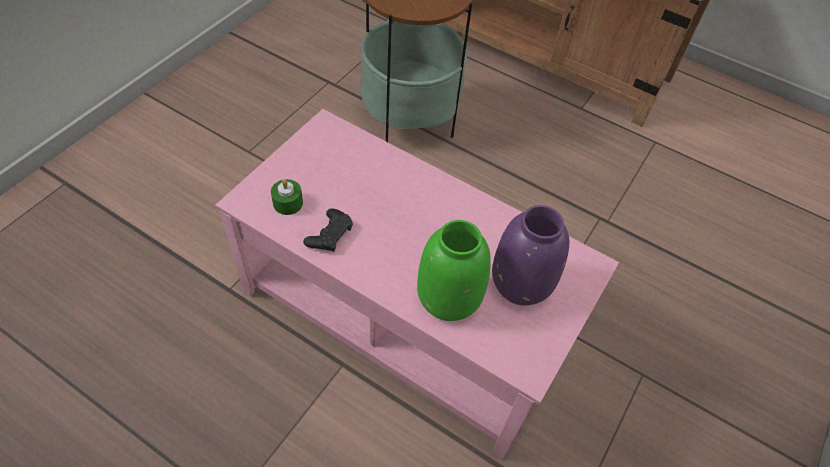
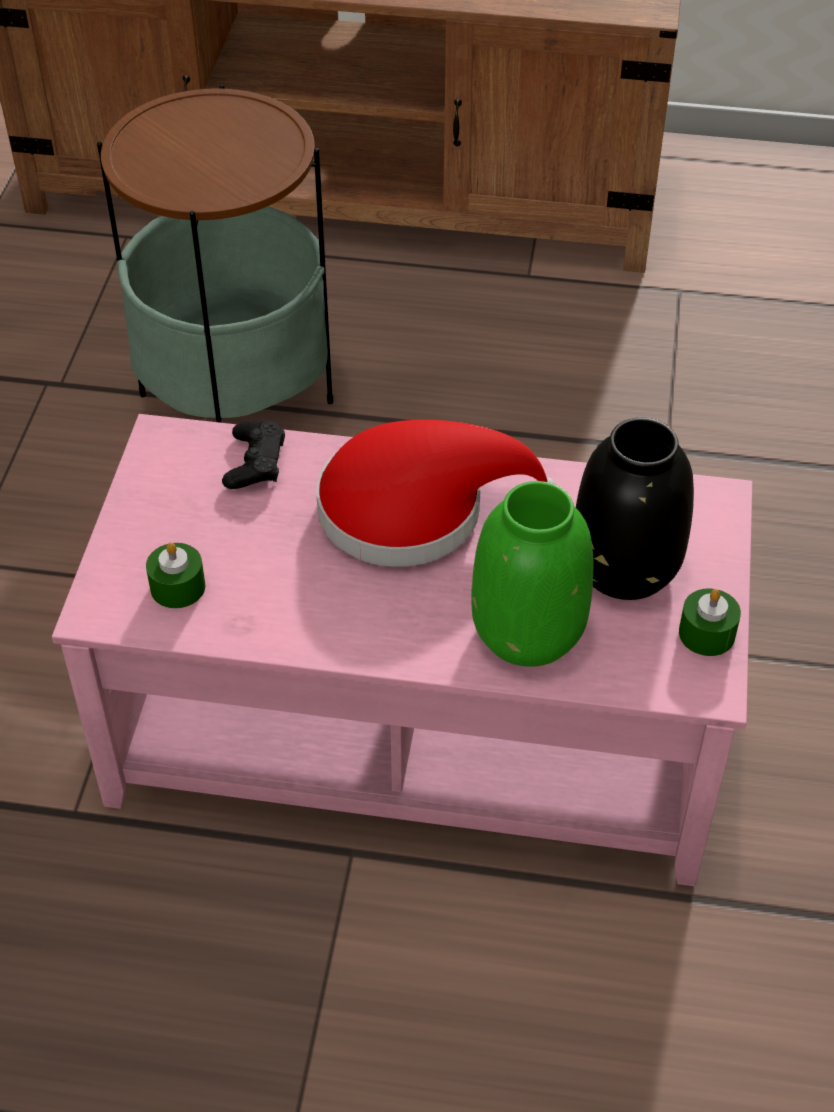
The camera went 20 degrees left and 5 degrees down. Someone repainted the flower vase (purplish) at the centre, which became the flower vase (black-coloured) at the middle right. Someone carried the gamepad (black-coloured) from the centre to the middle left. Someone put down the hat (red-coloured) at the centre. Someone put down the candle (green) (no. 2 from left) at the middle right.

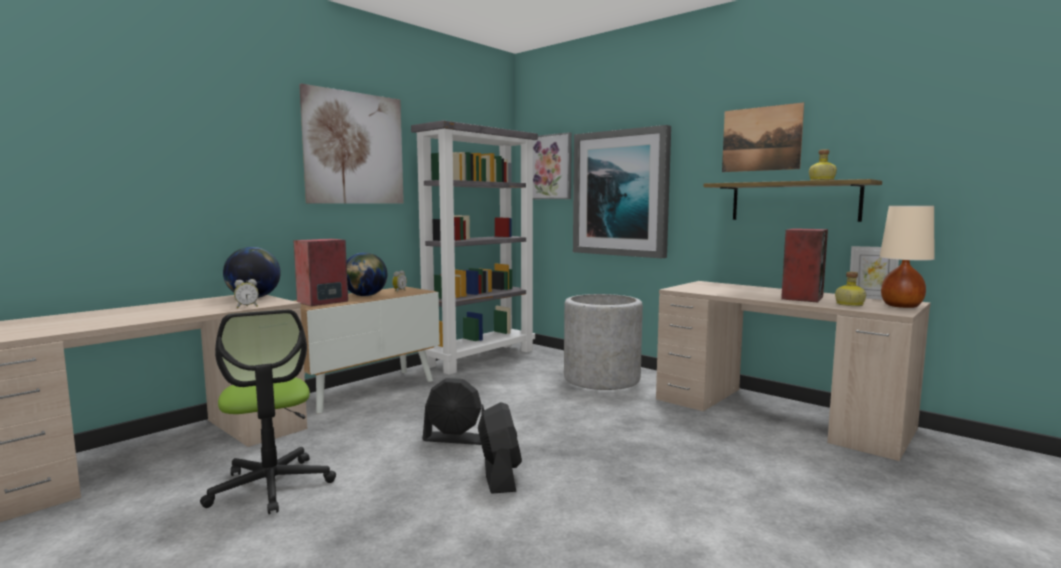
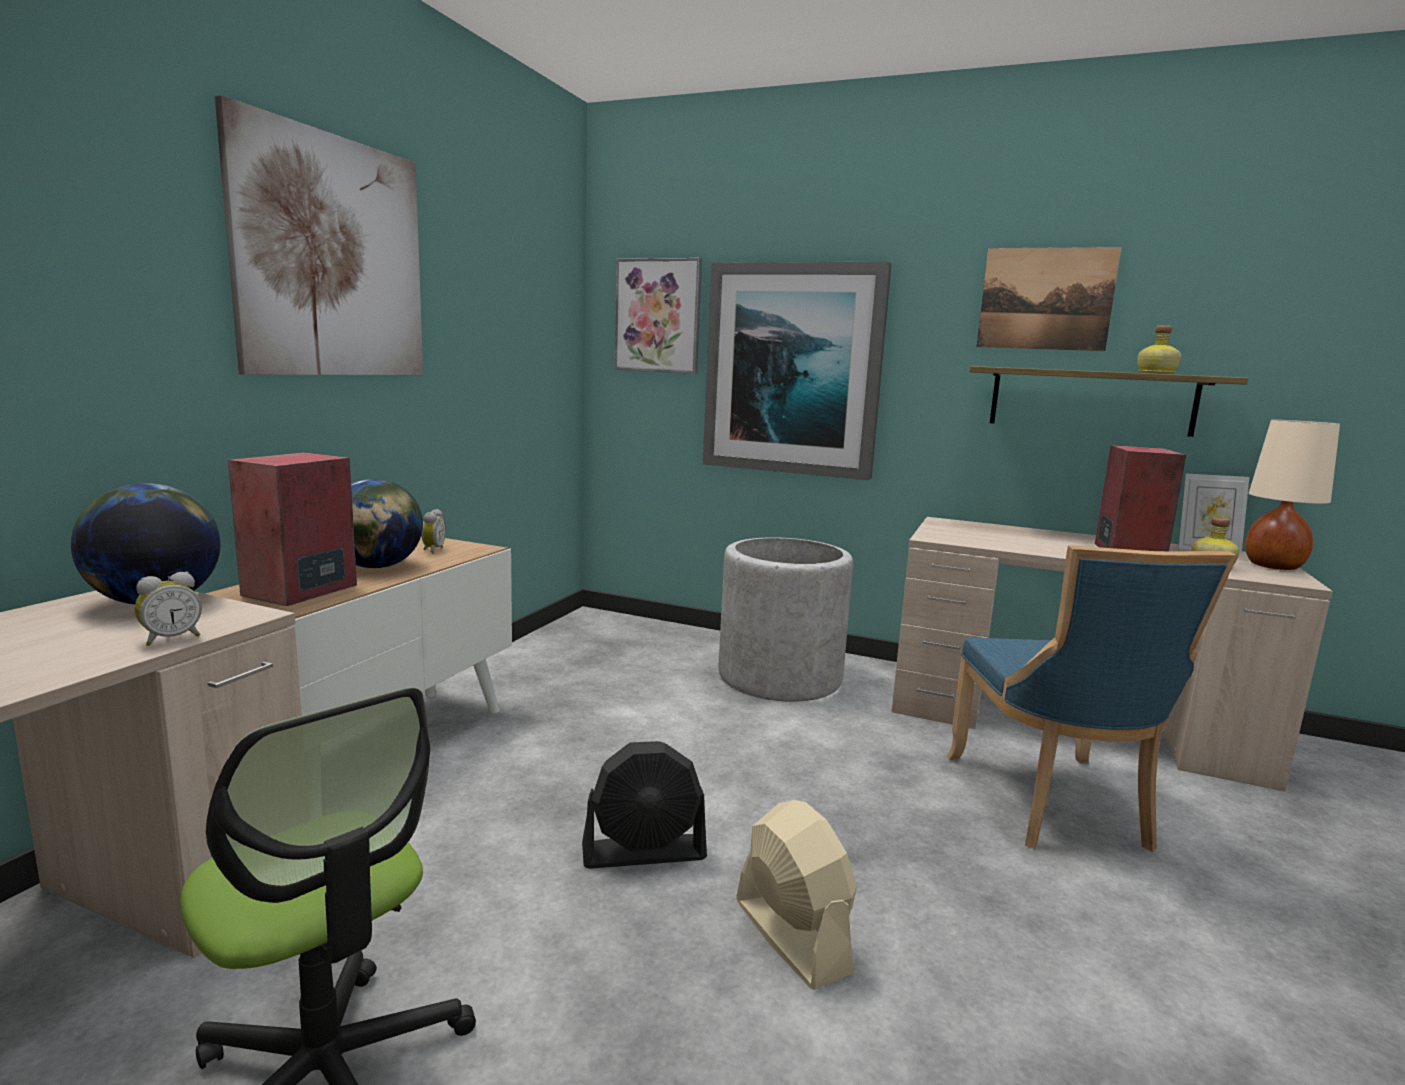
The camera went 20 degrees left and 5 degrees up. Someone took away the bookcase (gray) at the centre. Someone repainted the electric fan (black-coloured) (no. 2 from left) at the bottom centre, which became the electric fan (beige-coloured) at the bottom centre. Someone put down the upright chair (blue) at the middle right.

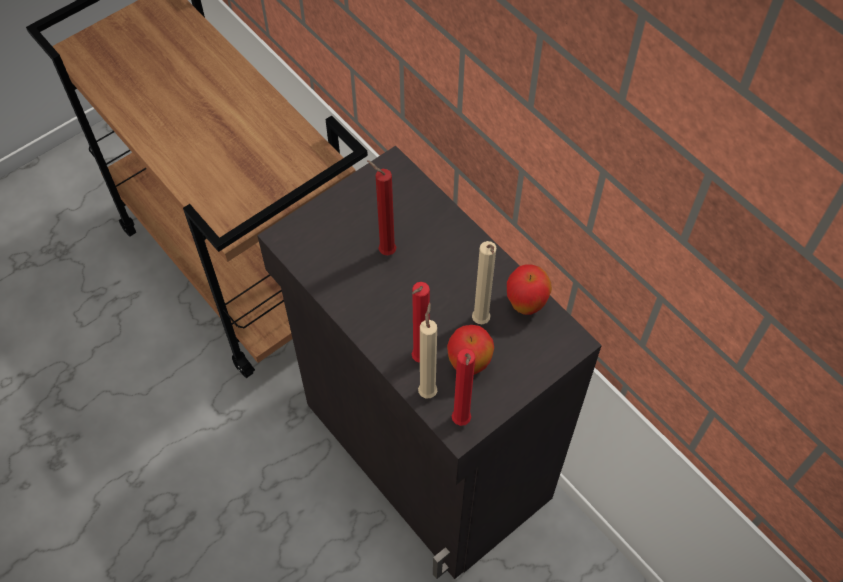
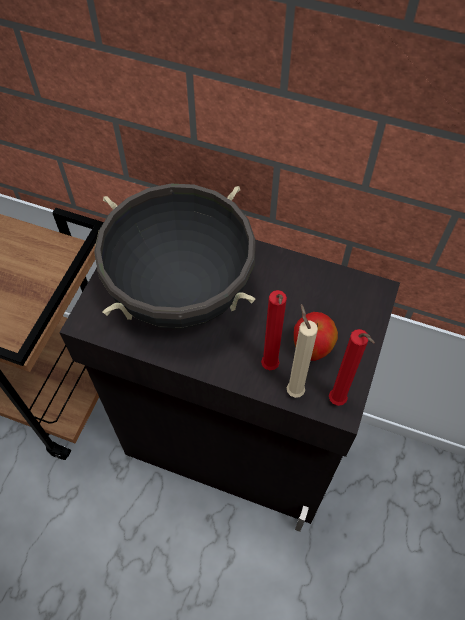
The camera went 30 degrees left and 0 degrees up. Someone swapped the candle (red-coloured) (no. 1 from left) at the centre for the saucepot (black-coloured) at the centre. Someone took away the candle (beige-coloured) (no. 2 from left) at the centre. Someone took away the apple fruit (no. 2 from left) at the centre.

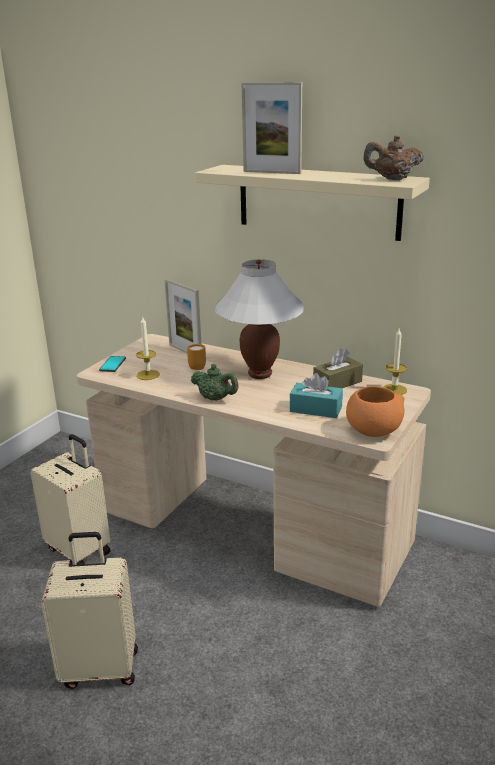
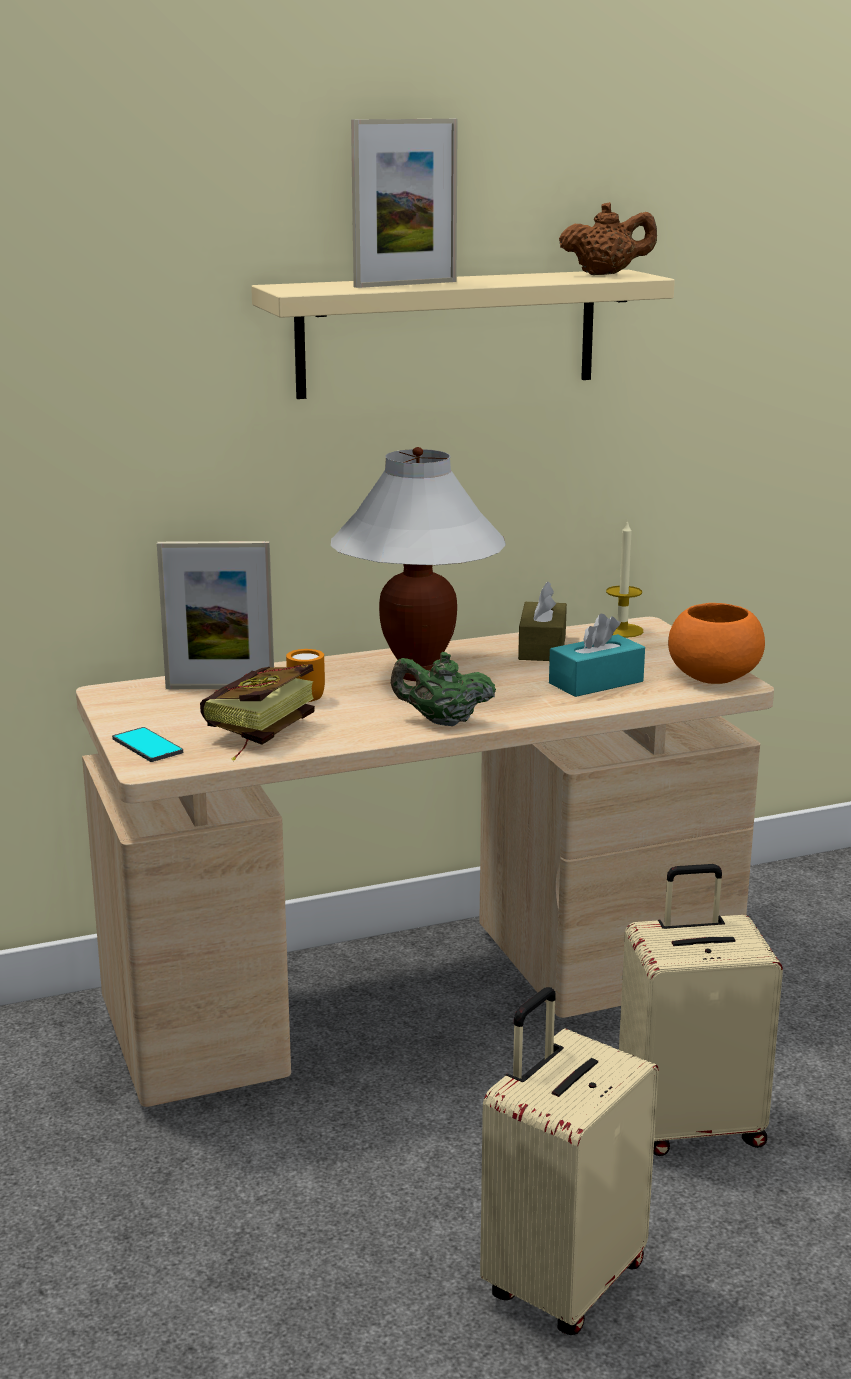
The camera went 50 degrees left and 5 degrees down. Someone rotated the tea pot (brown-coloured) at the top right by 135 degrees counterclockwise. Someone swapped the candle (no. 1 from left) at the middle left for the volume at the middle left. Someone rotated the tea pot (green) at the centre by 150 degrees counterclockwise. Someone carried the piece of luggage (beige-coloured) (no. 1 from left in the first image) from the middle left to the bottom right.

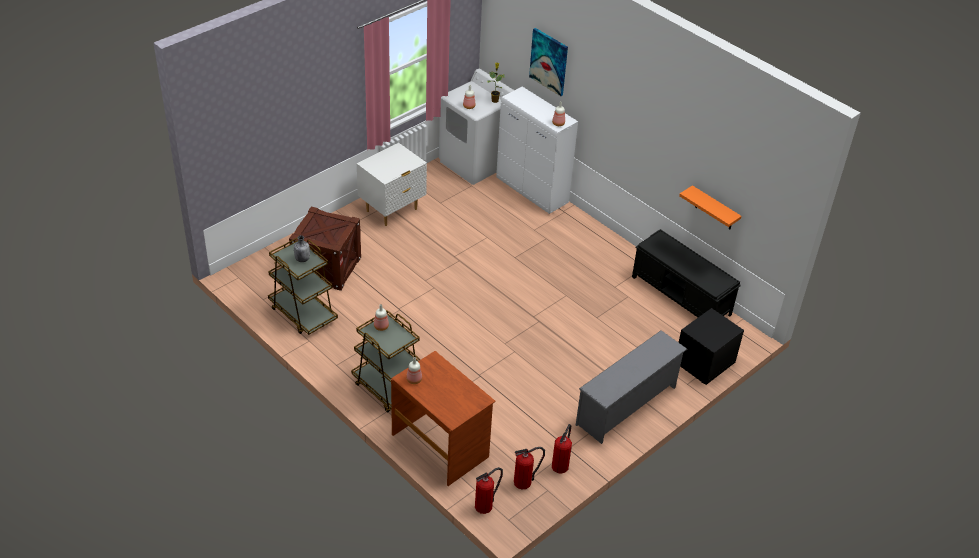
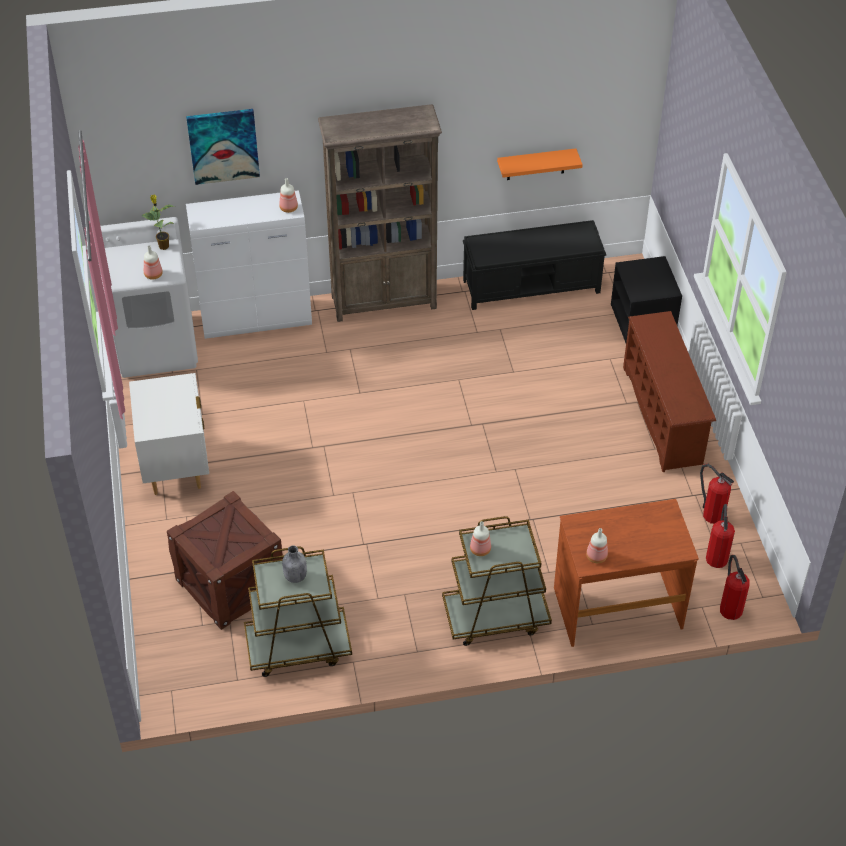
The camera went 55 degrees left and 5 degrees up. Someone repainted the shoe shelf (gray) at the bottom centre, which became the shoe shelf (brown-coloured) at the middle right. Someone put down the bookcase (brown-coloured) at the top centre.

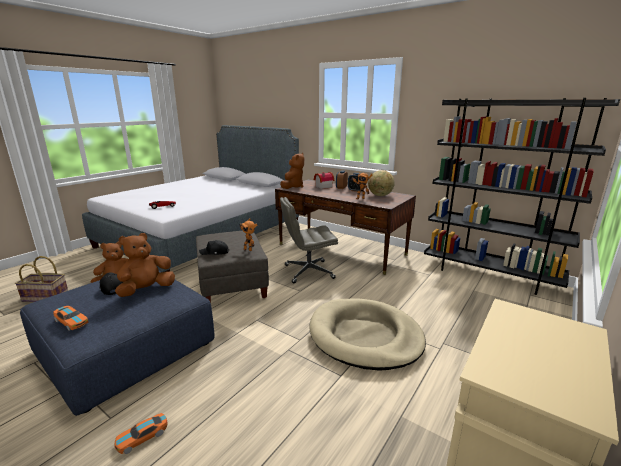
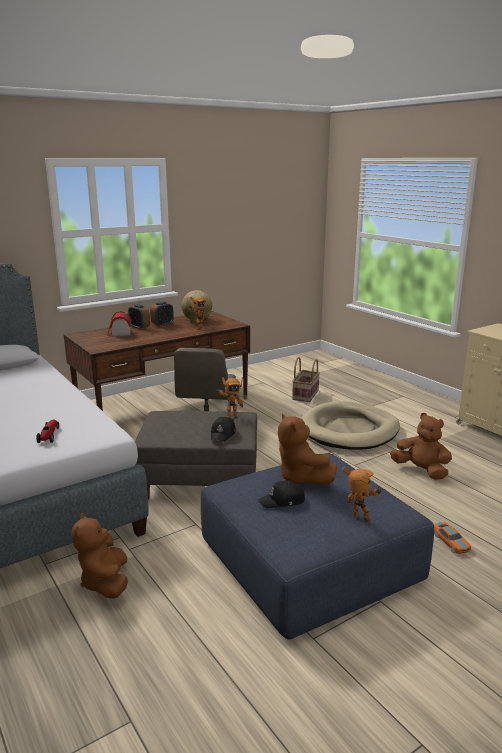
The camera went 70 degrees left and 0 degrees up. Someone took away the bookcase (black-coloured) at the middle right. Someone carried the cuddly toy (brown-coloured) (no. 3 from left) from the centre to the middle right. Someone carried the storage basket from the middle left to the centre. Someone swapped the model car (no. 1 from left) at the bottom left for the model robot (no. 3 from left) at the middle right.

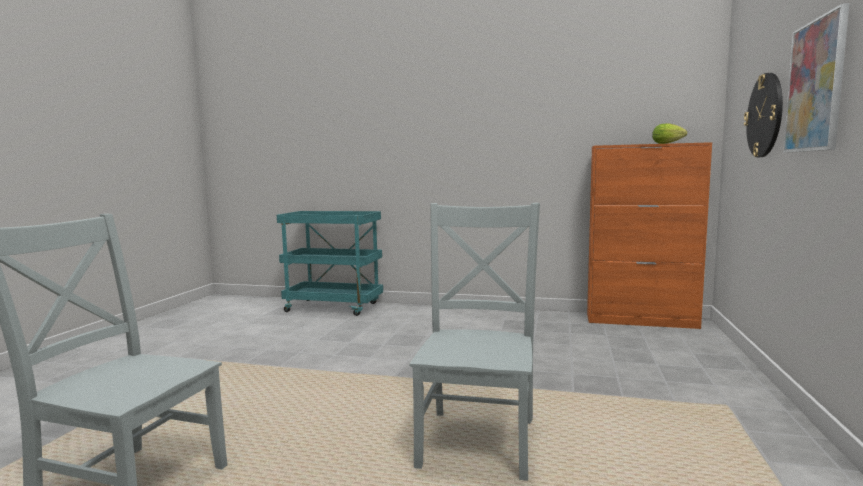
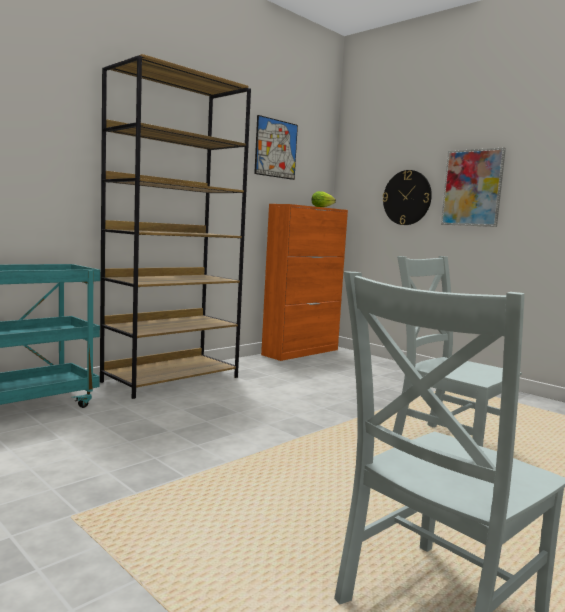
The camera went 60 degrees left and 0 degrees up. Someone put down the bookcase (brown-coloured) at the middle left. Someone put up the wall picture (no. 1 from left) at the top centre.

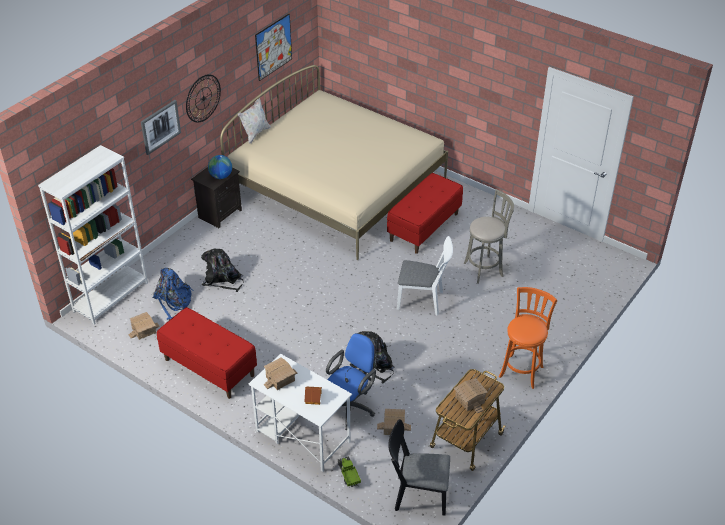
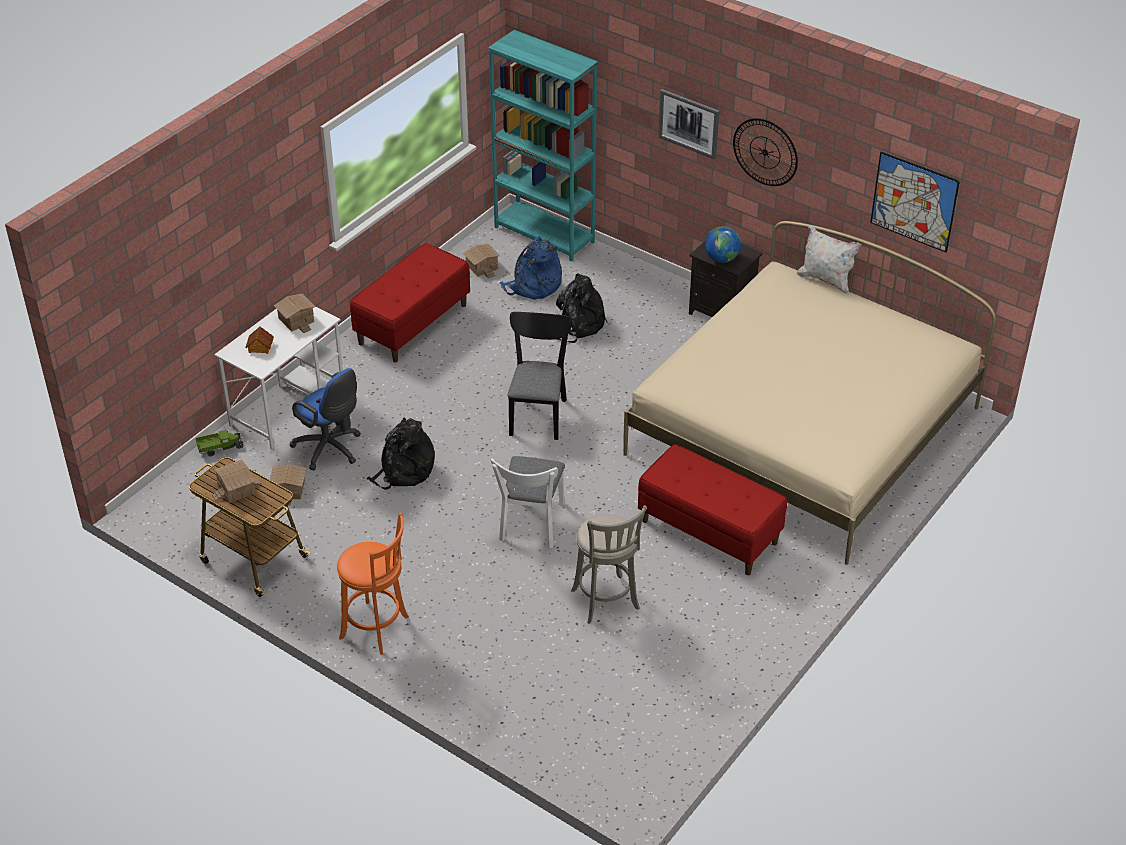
The camera went 90 degrees right and 0 degrees up. Someone repainted the bookcase (white-coloured) at the middle left, which became the bookcase (turquoise-coloured) at the top centre. Someone carried the upright chair (black-coloured) from the bottom centre to the centre.

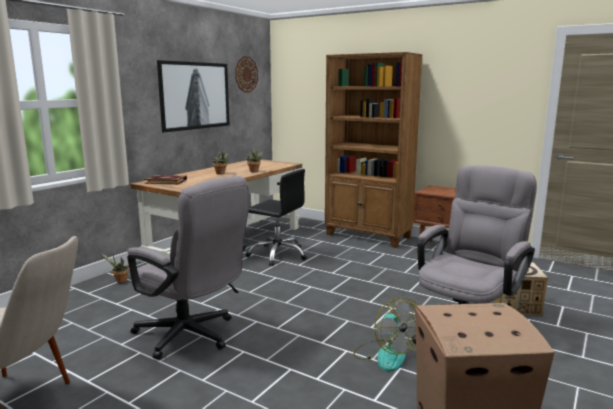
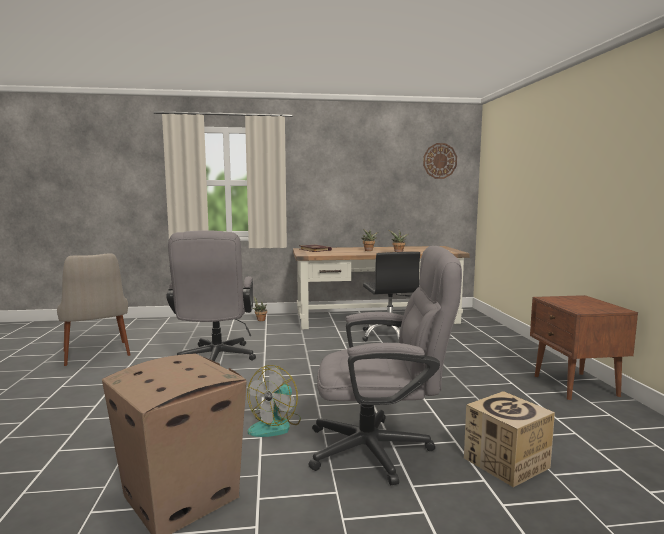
The camera went 50 degrees right and 5 degrees down. Someone took away the bookcase (brown-coloured) at the centre. Someone took away the wall picture at the top left.

